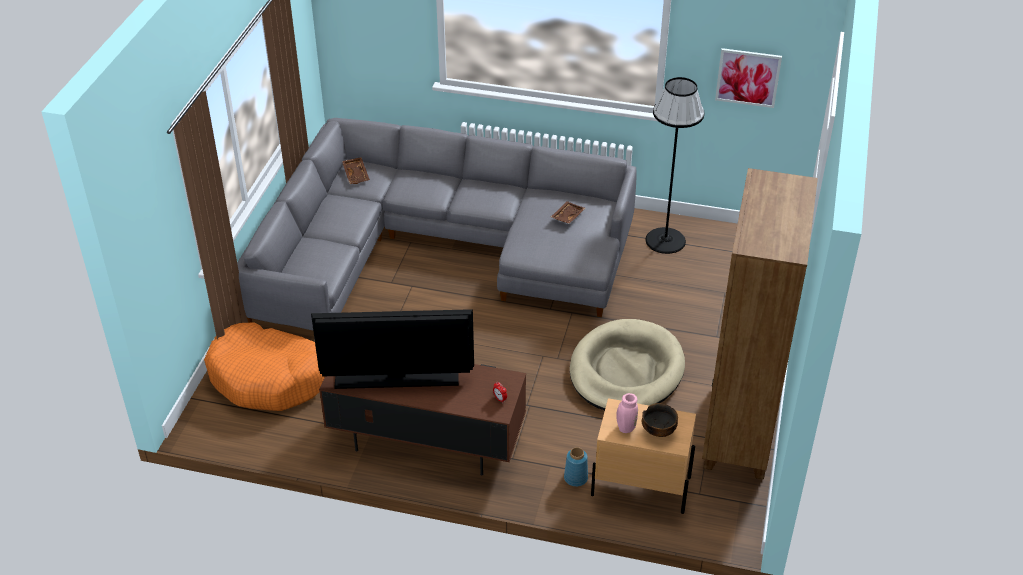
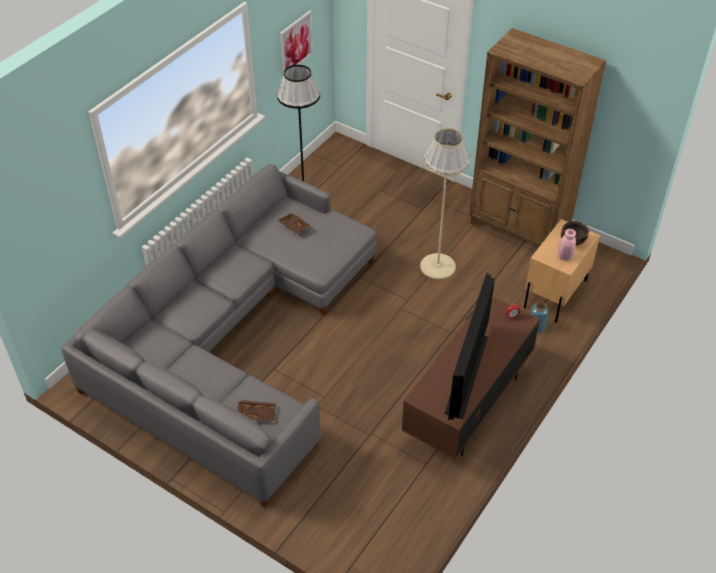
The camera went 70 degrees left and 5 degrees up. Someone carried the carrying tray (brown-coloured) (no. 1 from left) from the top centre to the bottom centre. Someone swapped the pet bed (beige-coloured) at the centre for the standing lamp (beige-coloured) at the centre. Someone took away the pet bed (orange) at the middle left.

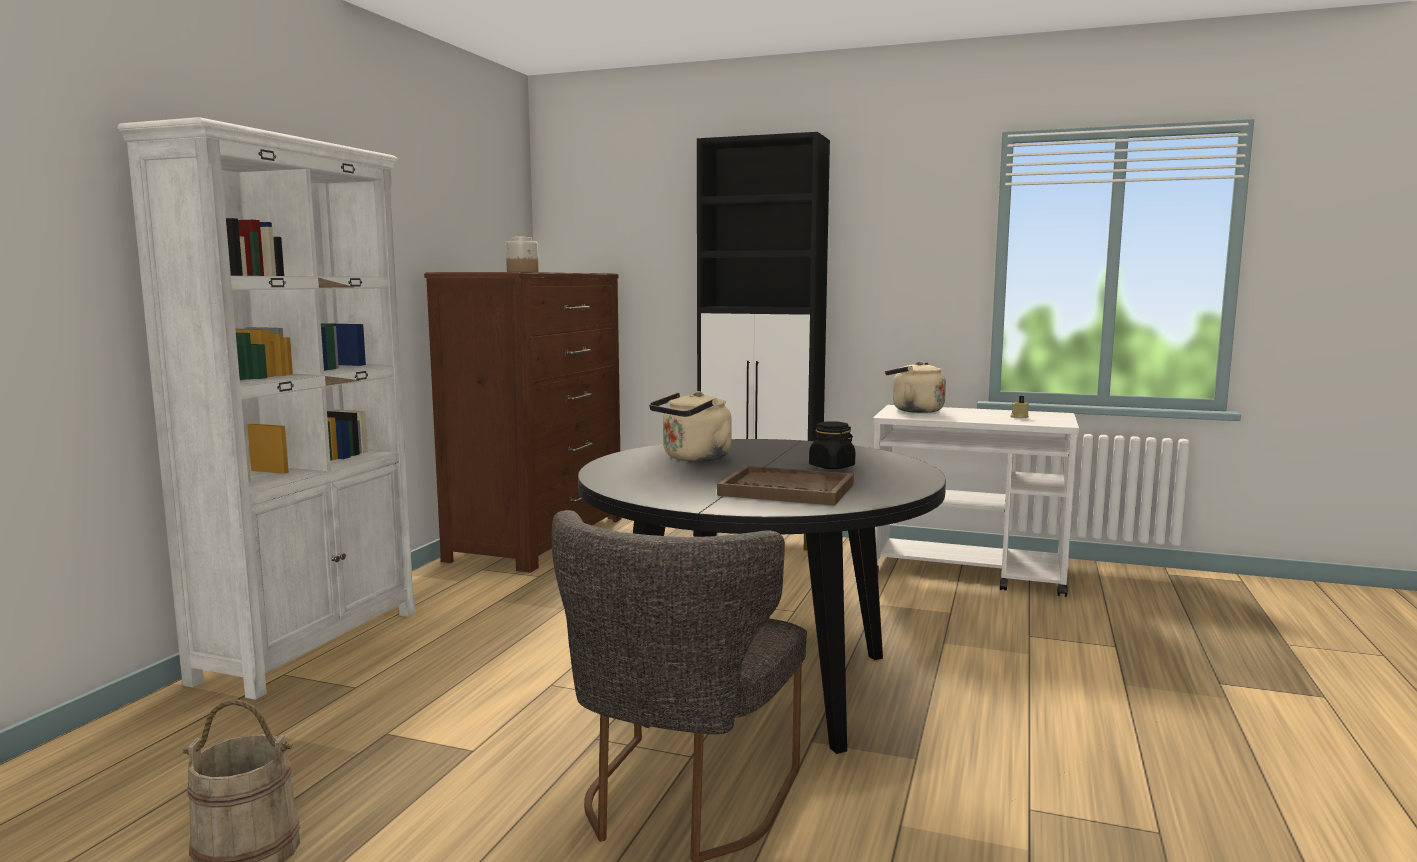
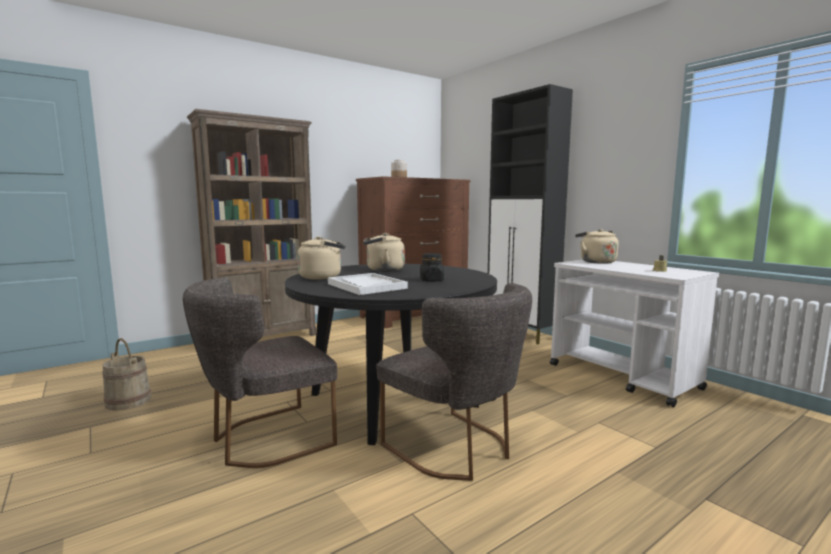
The camera went 35 degrees right and 0 degrees up. Someone repainted the bookcase (white-coloured) at the middle left, which became the bookcase (brown-coloured) at the middle left. Someone repainted the carrying tray (brown-coloured) at the centre, which became the carrying tray (white-coloured) at the centre. Someone put down the kettle (beige-coloured) (no. 1 from left) at the centre. Someone put down the upright chair (gray) (no. 2 from left) at the bottom centre.

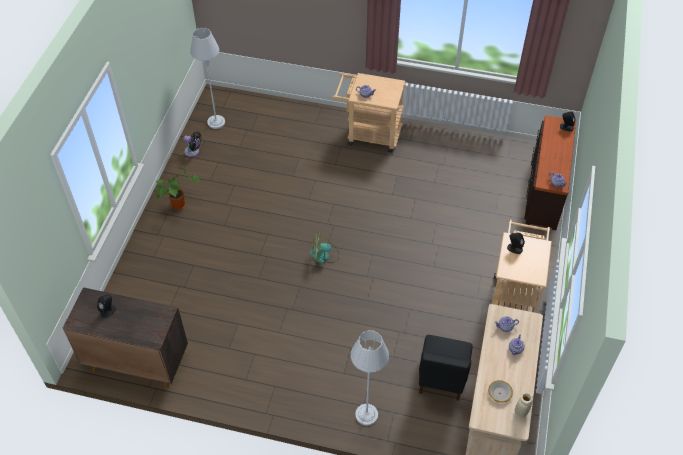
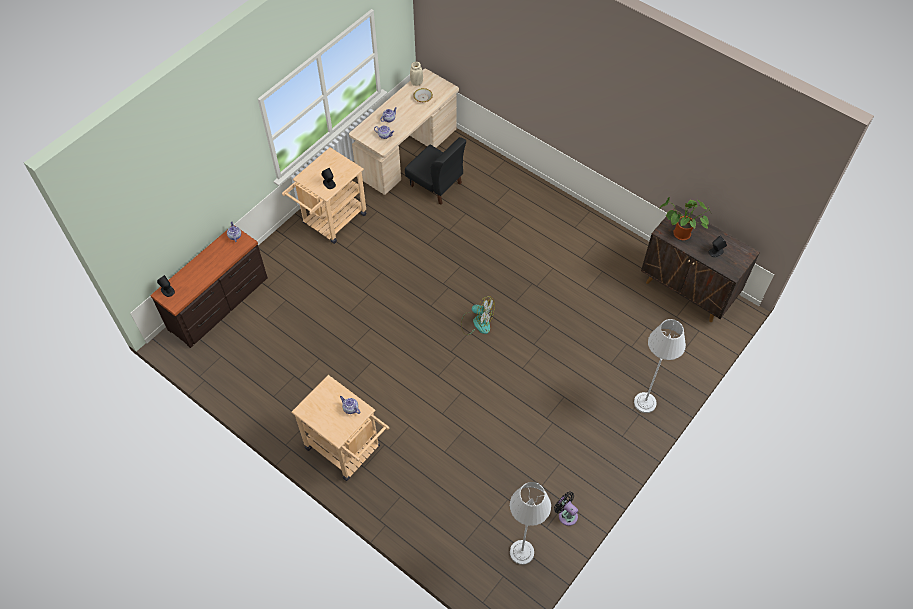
The camera went 155 degrees left and 5 degrees up. Someone carried the potted plant from the middle left to the middle right. Someone carried the standing lamp (gray) (no. 2 from left) from the bottom centre to the middle right. Someone rotated the upright chair (black-coloured) at the bottom centre by 90 degrees clockwise.

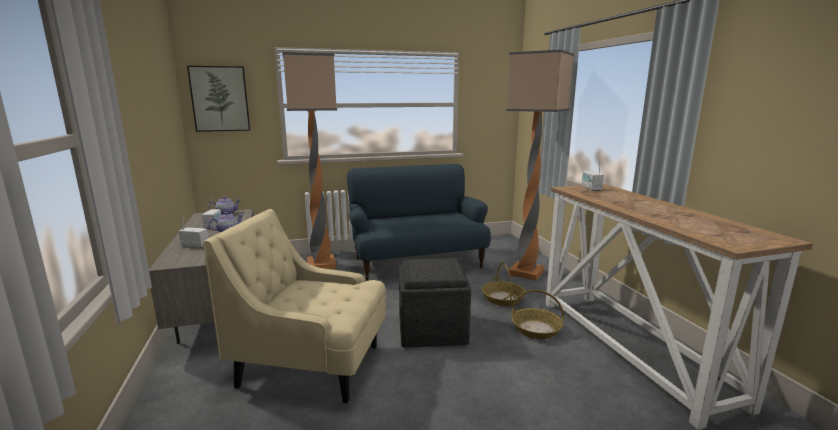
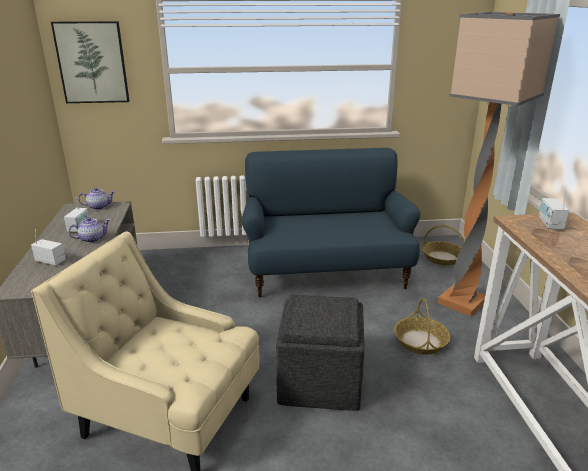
The camera went 10 degrees right and 10 degrees up. Someone took away the standing lamp (no. 1 from left) at the centre. Someone carried the storage basket (no. 2 from left) from the bottom centre to the middle right.

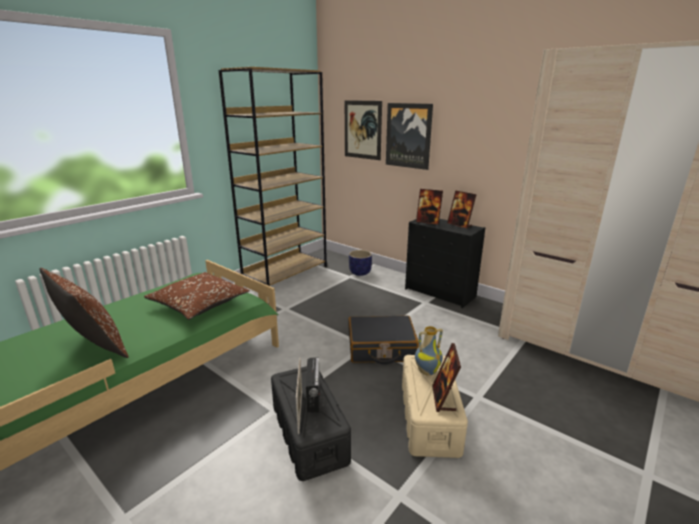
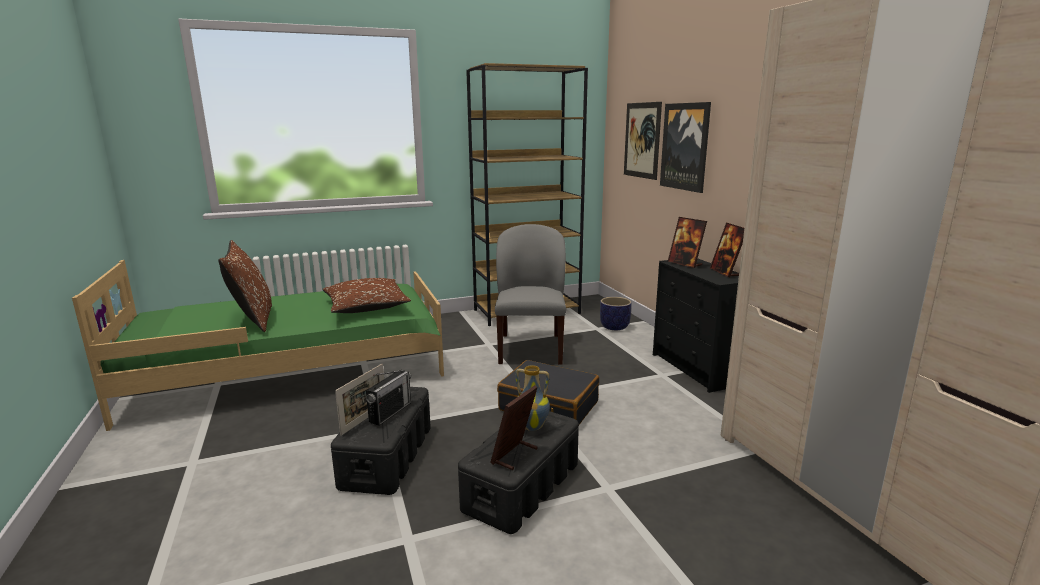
The camera went 30 degrees right and 5 degrees down. Someone repainted the storage bin (beige-coloured) at the bottom centre, which became the storage bin (black-coloured) (no. 2 from left) at the bottom centre. Someone put down the upright chair (gray) at the centre.

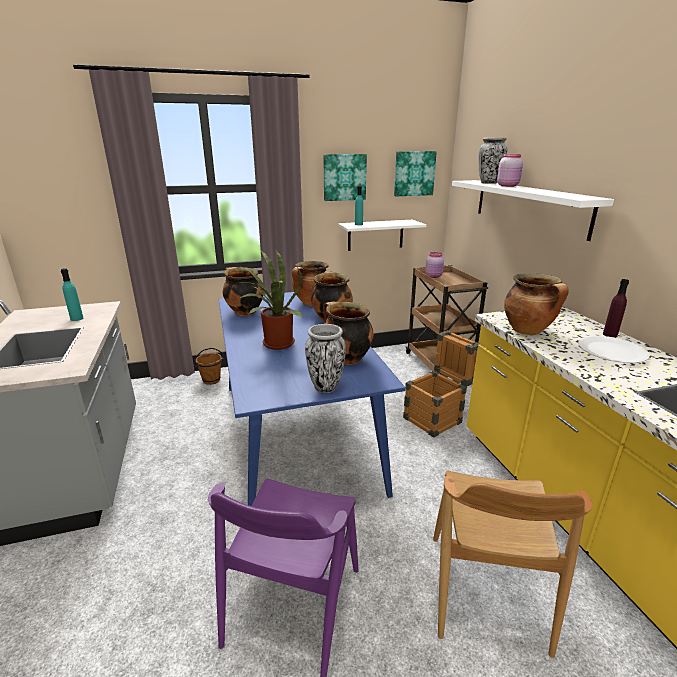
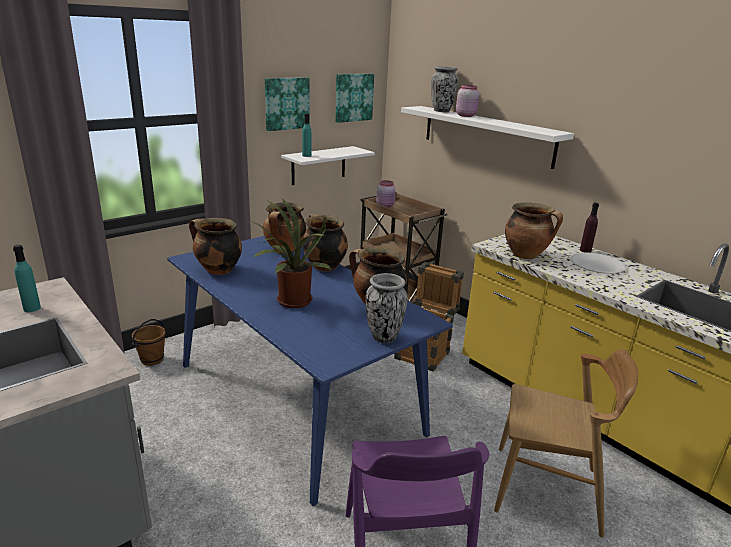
The camera went 25 degrees left and 0 degrees up. Someone rotated the upright chair (brown-coloured) at the bottom right by 60 degrees counterclockwise.

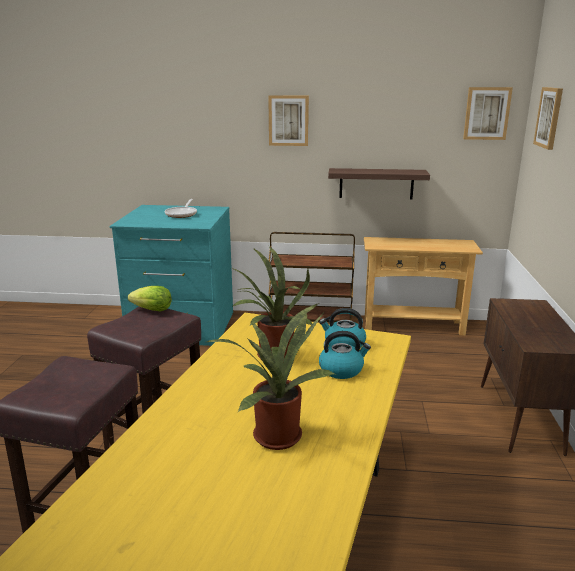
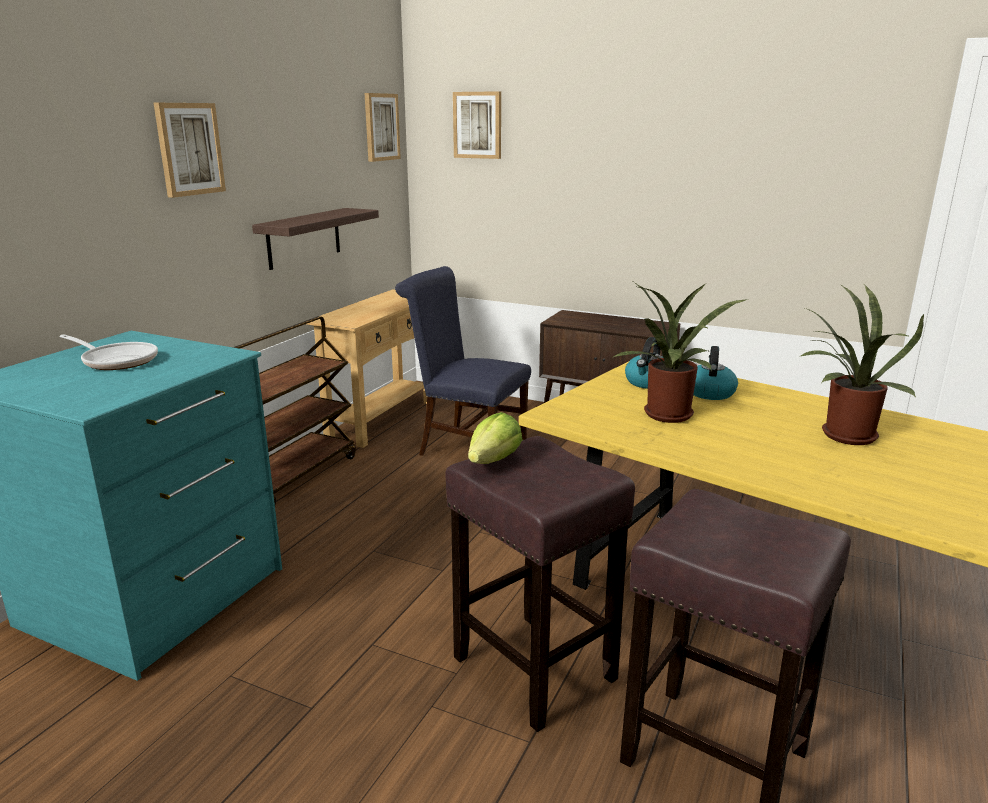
The camera went 70 degrees left and 0 degrees up. Someone put down the upright chair (blue) at the centre.

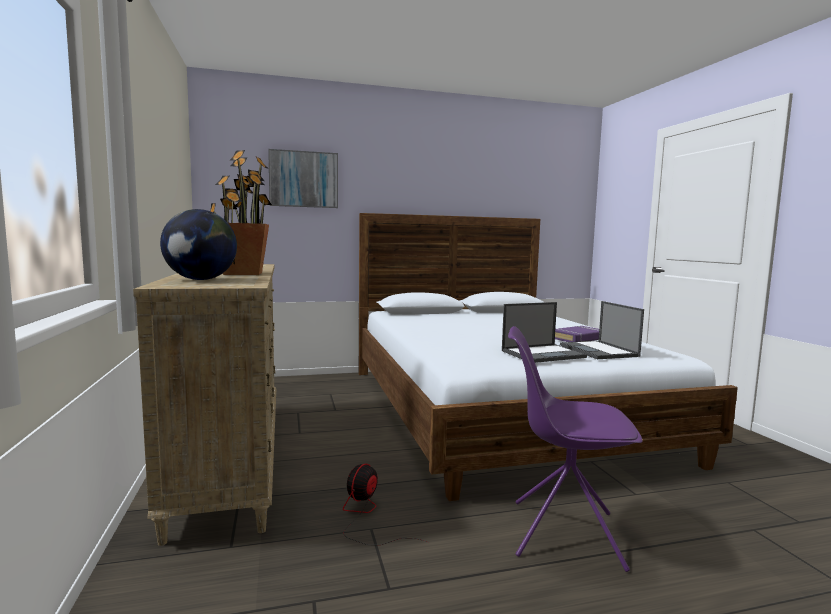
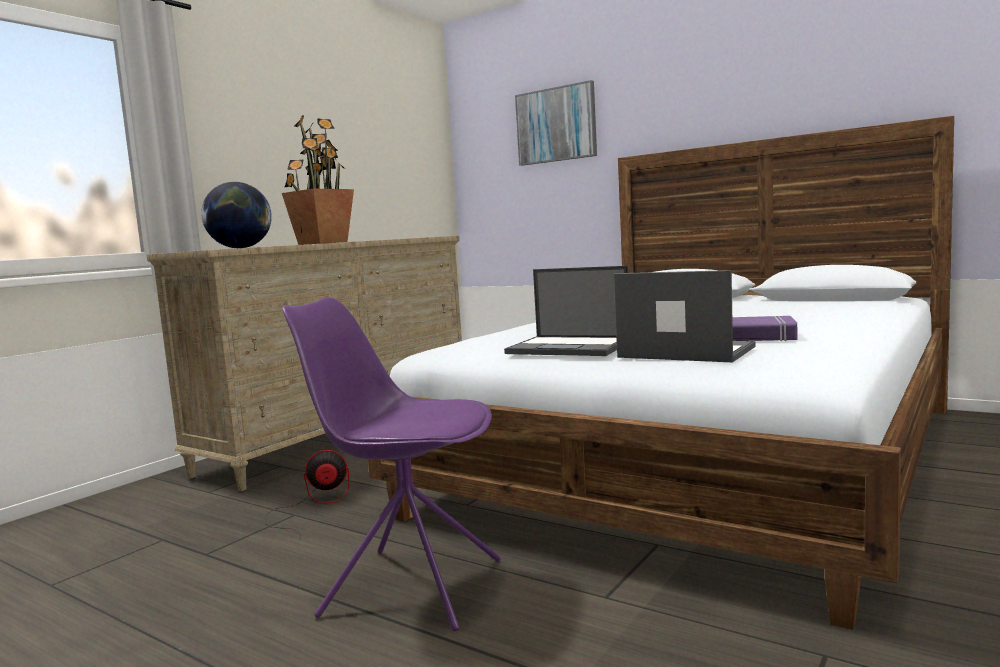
The camera went 50 degrees right and 0 degrees up. Someone rotated the portable computer (no. 2 from left) at the middle right by 90 degrees clockwise. Someone rotated the upright chair (purplish) at the bottom right by 45 degrees counterclockwise.

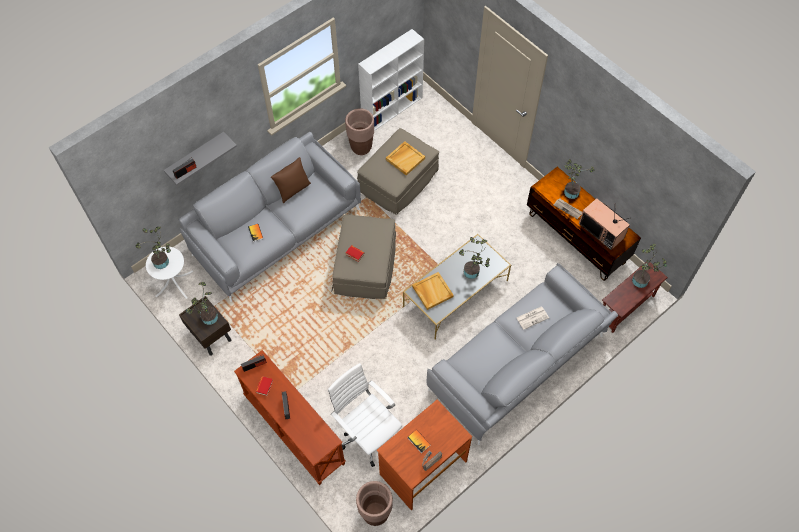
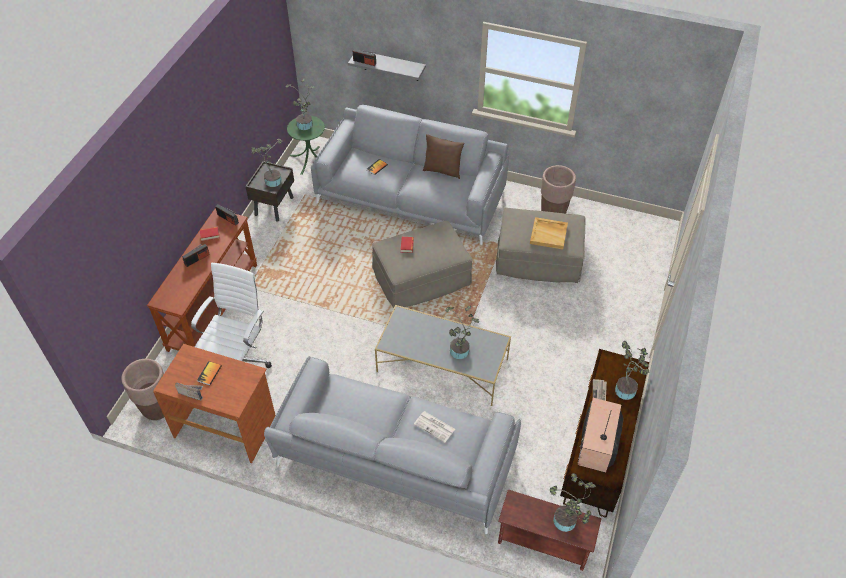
The camera went 60 degrees right and 10 degrees down. Someone took away the bookcase (white-coloured) at the top centre. Someone repainted the accent table (white-coloured) at the middle left, which became the accent table (green) at the top centre. Someone took away the carrying tray (beige-coloured) (no. 2 from left) at the centre.

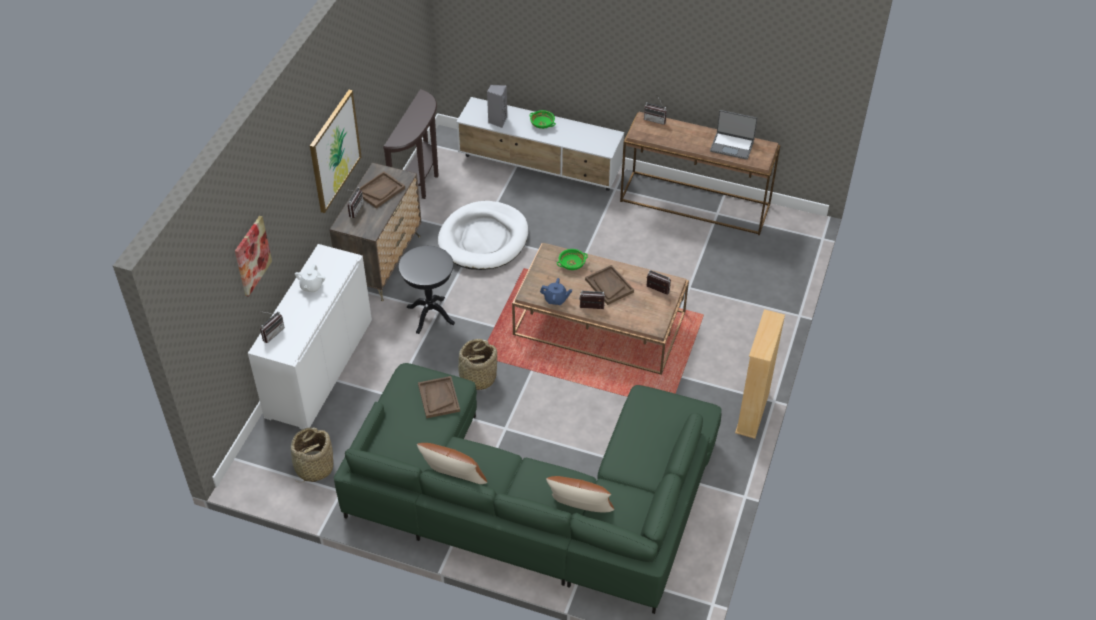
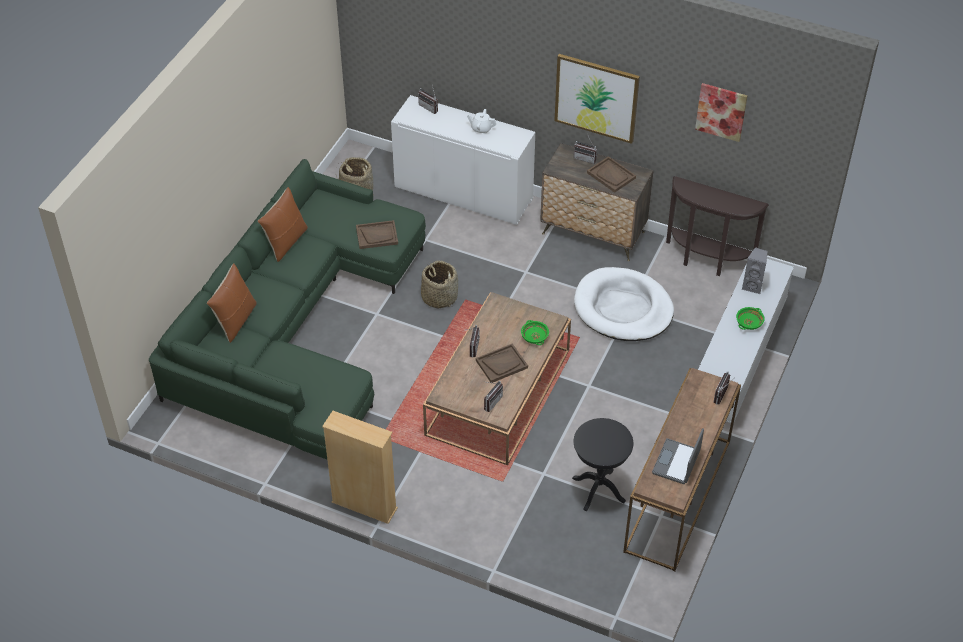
The camera went 95 degrees right and 0 degrees up. Someone carried the wall picture (no. 1 from left in the first image) from the middle left to the top right. Someone carried the accent table (black-coloured) from the centre to the bottom centre. Someone took away the tea pot (blue) at the centre.

